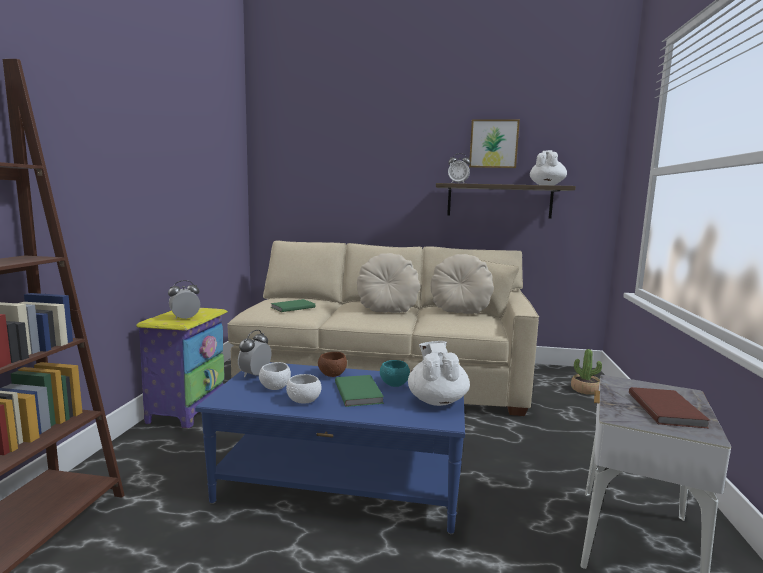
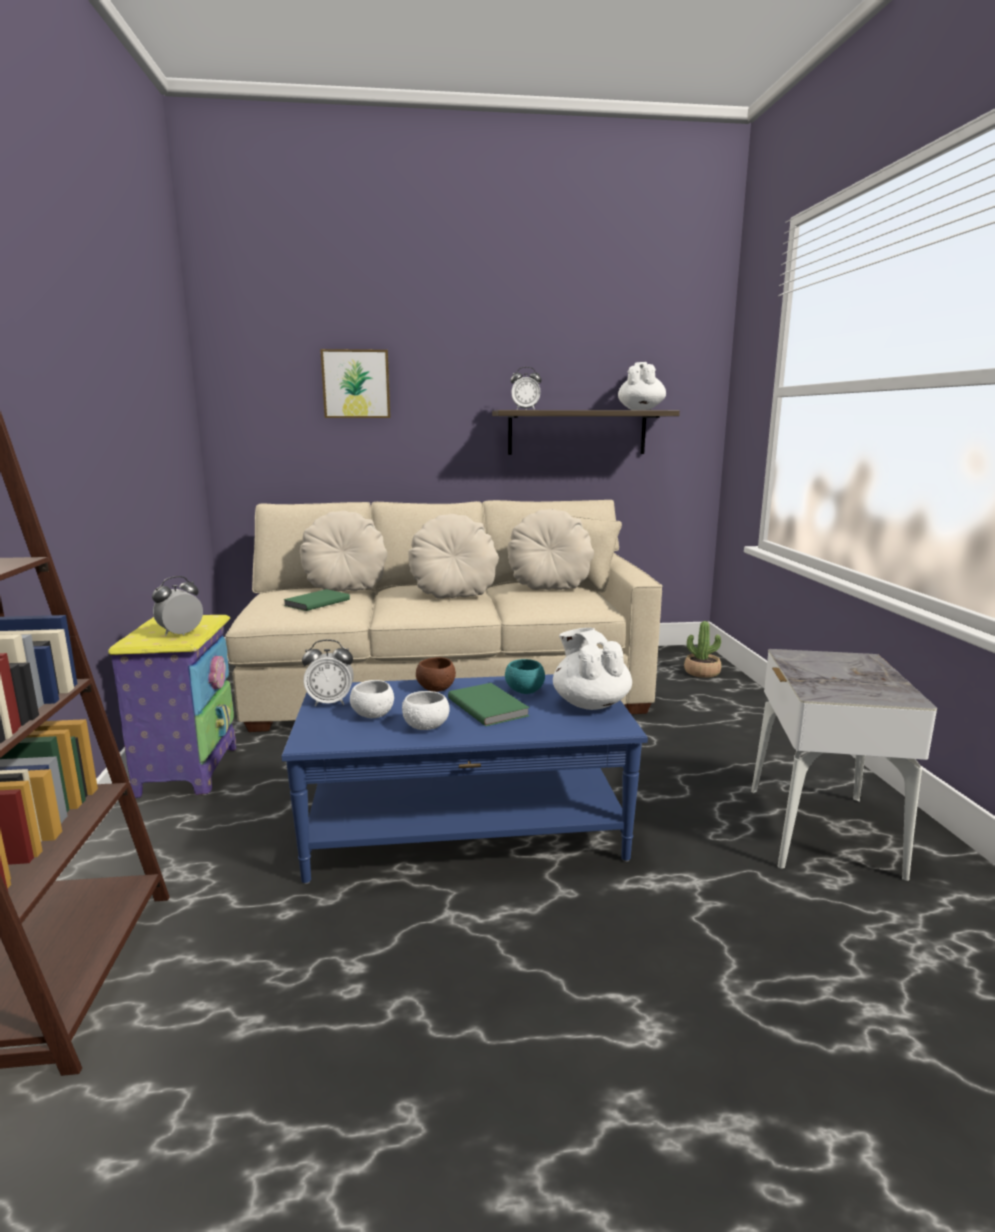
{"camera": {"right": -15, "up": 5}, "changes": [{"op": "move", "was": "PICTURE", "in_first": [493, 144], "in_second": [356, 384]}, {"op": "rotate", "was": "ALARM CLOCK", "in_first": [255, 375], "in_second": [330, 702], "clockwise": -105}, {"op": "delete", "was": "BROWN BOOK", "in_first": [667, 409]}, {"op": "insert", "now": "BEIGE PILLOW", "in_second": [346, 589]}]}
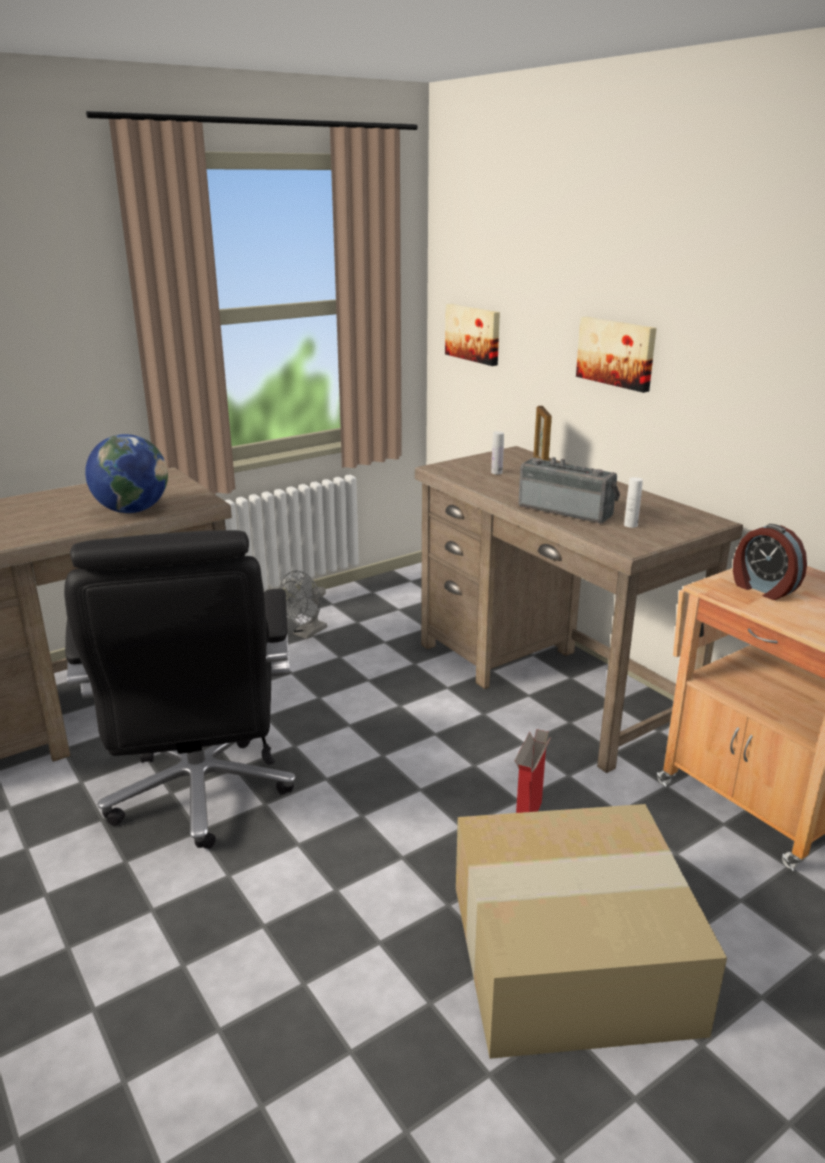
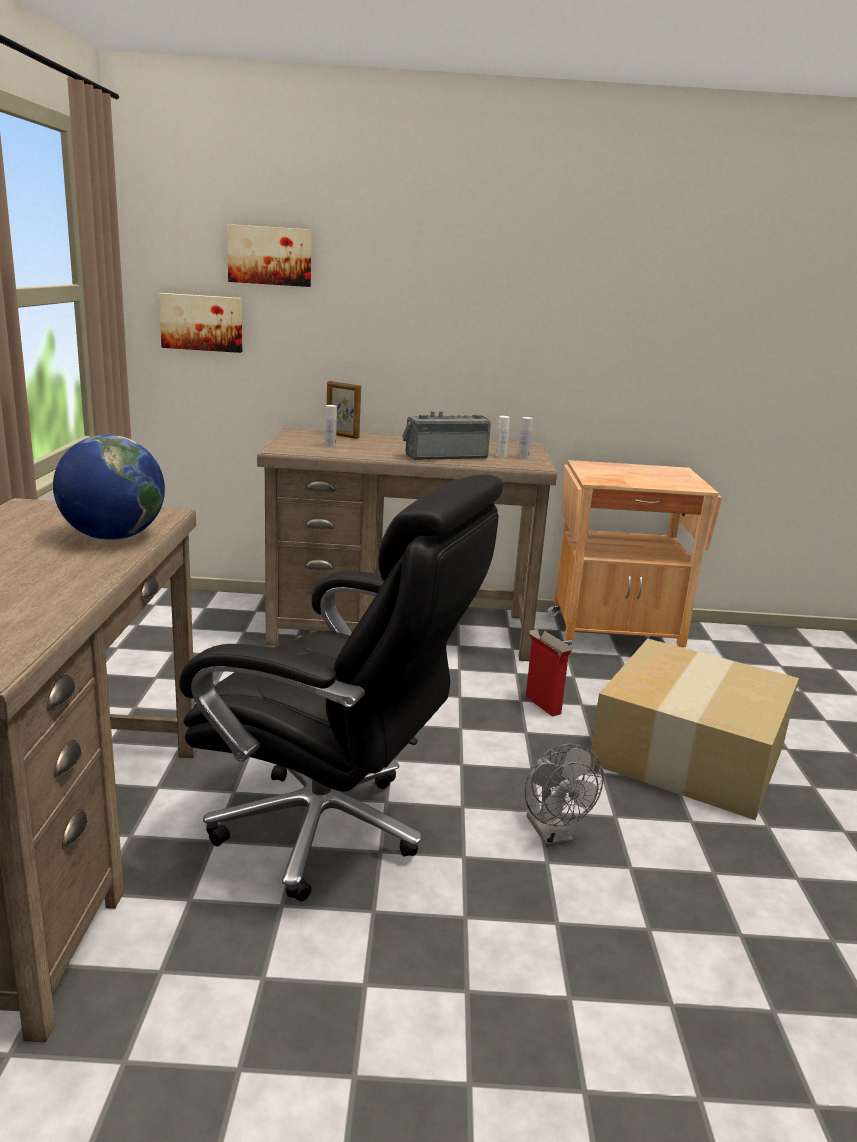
{"camera": {"right": -55, "up": -5}, "changes": [{"op": "move", "was": "PICTURE", "in_first": [617, 353], "in_second": [270, 255]}, {"op": "delete", "was": "ALARM CLOCK", "in_first": [763, 589]}, {"op": "move", "was": "GREY FAN", "in_first": [306, 633], "in_second": [553, 835]}, {"op": "insert", "now": "WHITE BOTTLE", "in_second": [523, 457]}]}
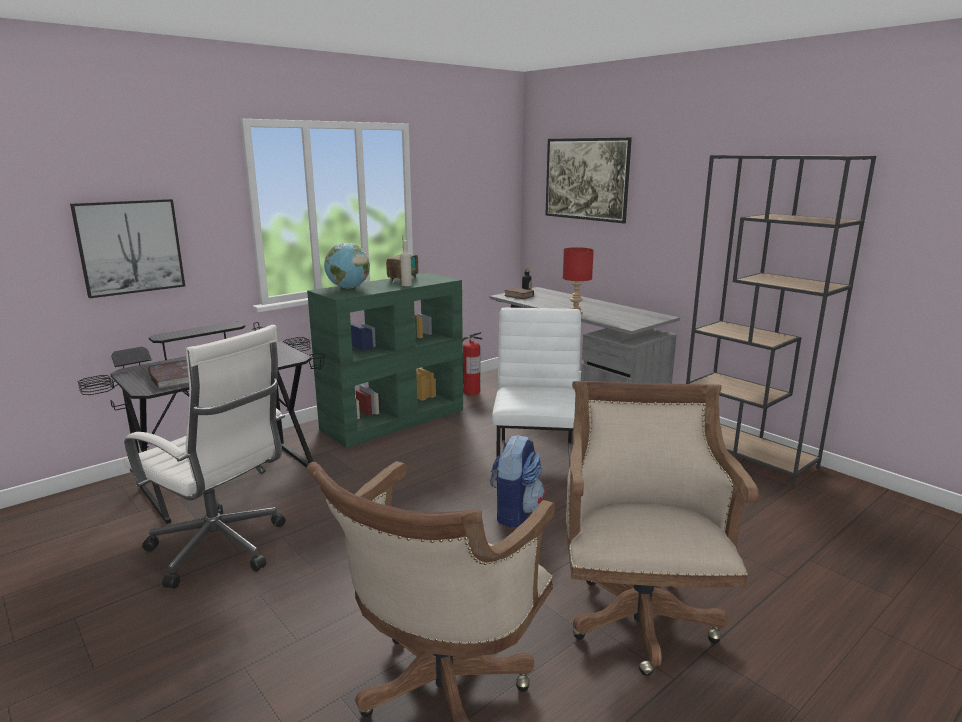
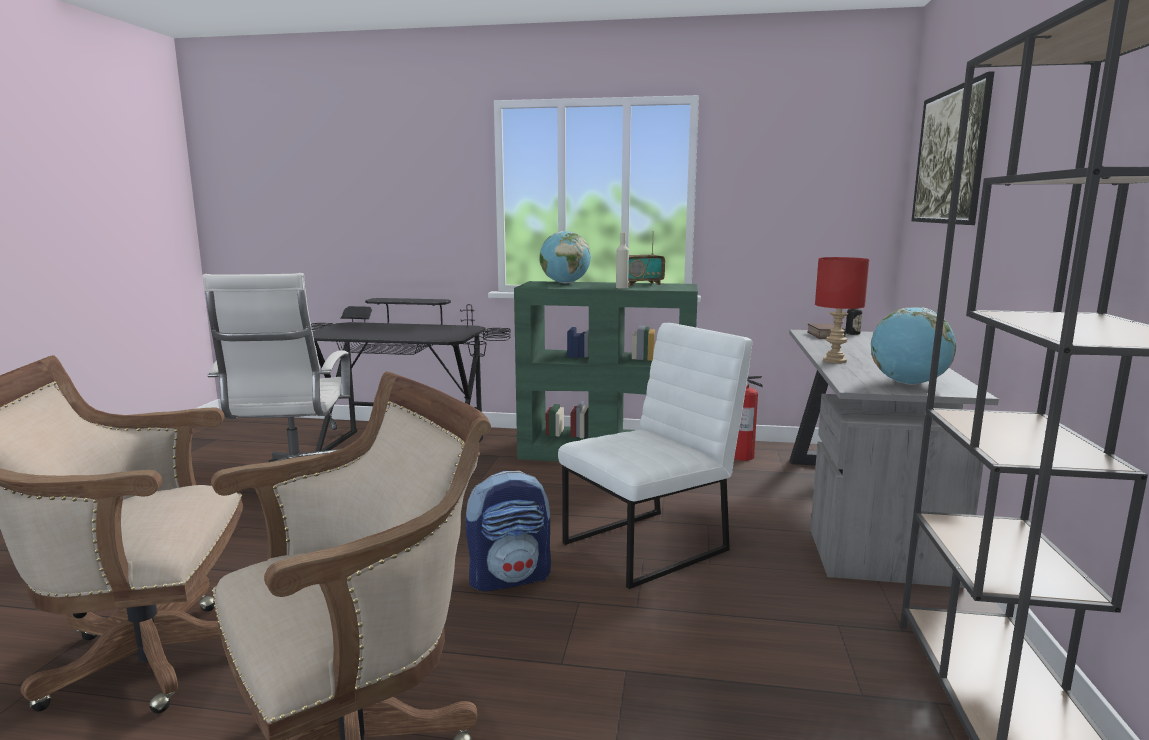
{"camera": {"right": 50, "up": -5}, "changes": [{"op": "delete", "was": "PICTURE", "in_first": [130, 247]}, {"op": "delete", "was": "BOOK", "in_first": [172, 377]}, {"op": "insert", "now": "GLOBE", "in_second": [908, 383]}]}
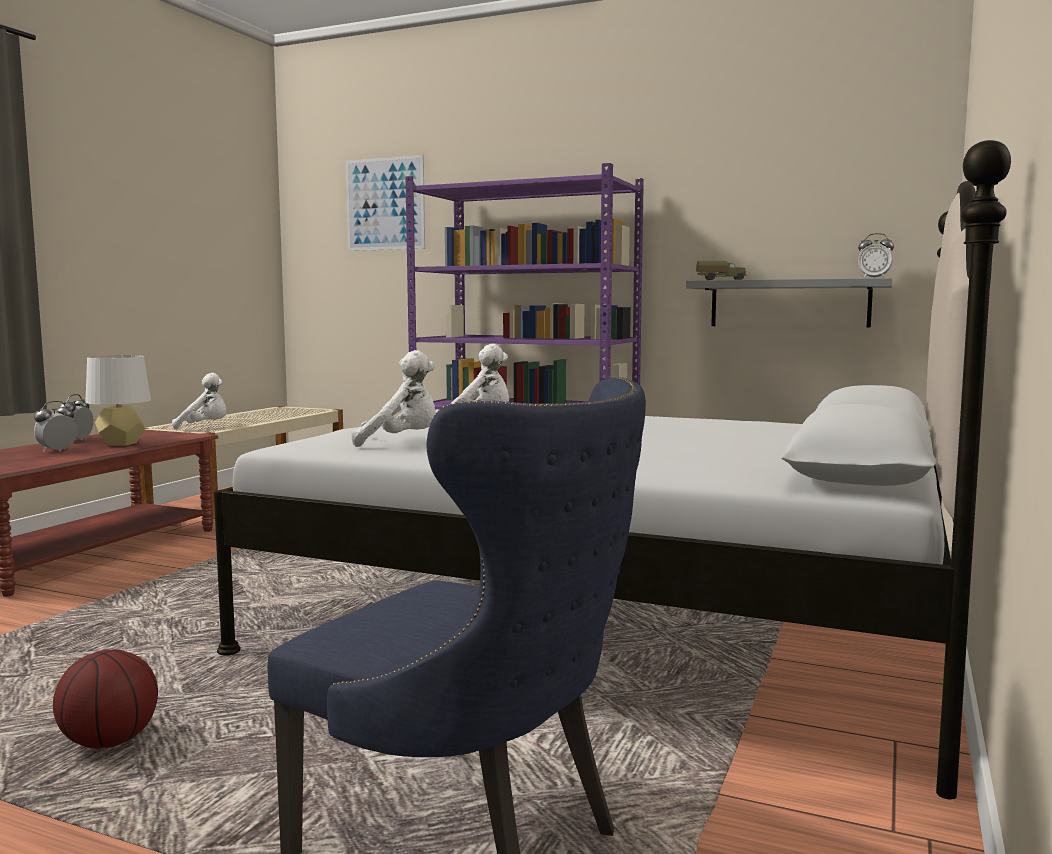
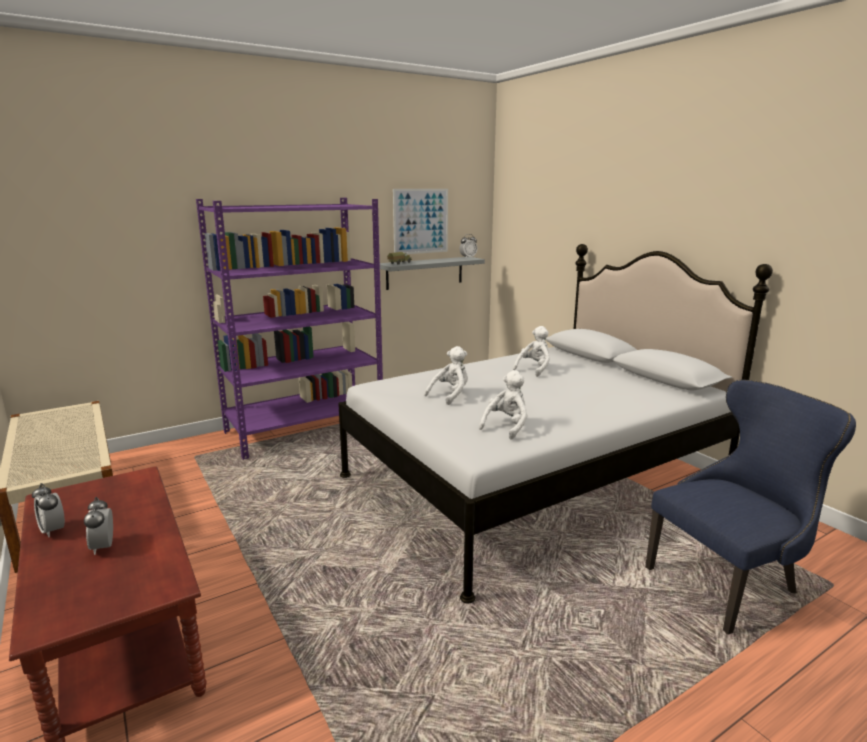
{"camera": {"right": -55, "up": 10}, "changes": [{"op": "move", "was": "PICTURE", "in_first": [385, 204], "in_second": [421, 221]}, {"op": "delete", "was": "WHITE TABLE LAMP", "in_first": [121, 444]}, {"op": "move", "was": "WHITE PLUSH TOY", "in_first": [206, 427], "in_second": [534, 369]}, {"op": "delete", "was": "BASKETBALL", "in_first": [110, 742]}]}
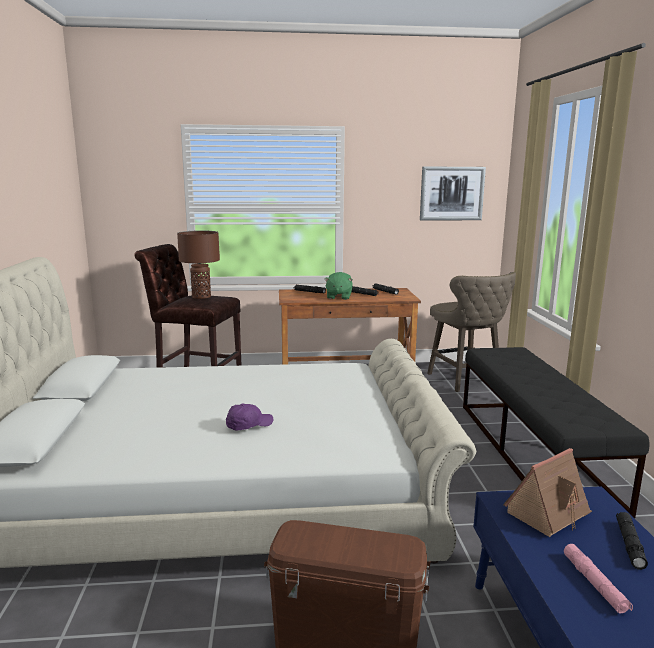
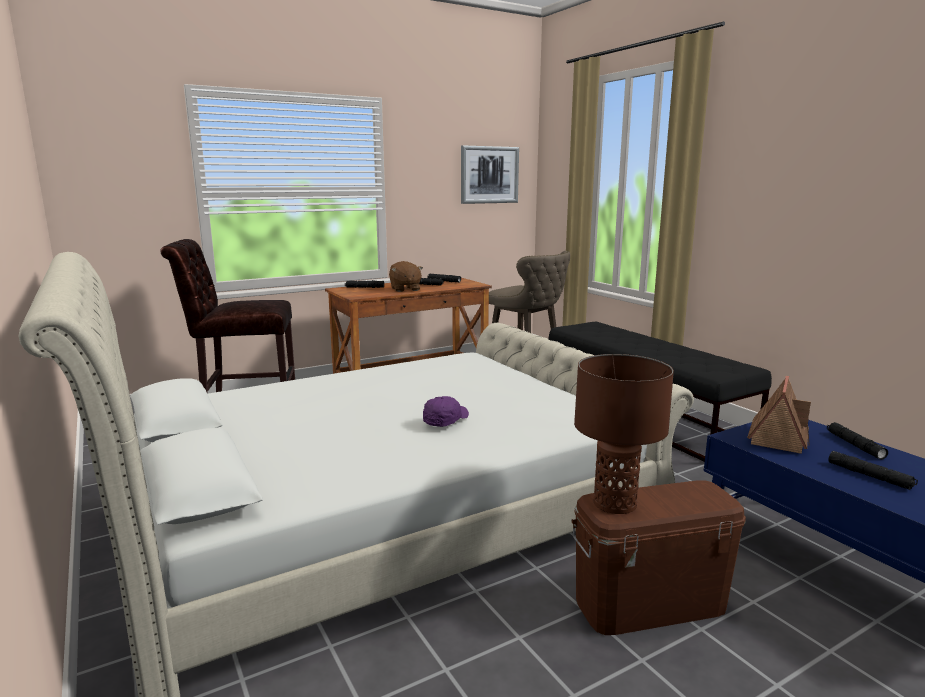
{"camera": {"right": -25, "up": 0}, "changes": [{"op": "move", "was": "BROWN TABLE LAMP", "in_first": [202, 296], "in_second": [615, 503]}, {"op": "recolor", "was": "GREEN PLUSH TOY", "now": "BROWN PLUSH TOY", "in_first": [338, 297], "in_second": [405, 289]}, {"op": "recolor", "was": "PINK FLASHLIGHT", "now": "BLACK FLASHLIGHT", "in_first": [594, 584], "in_second": [869, 476]}]}
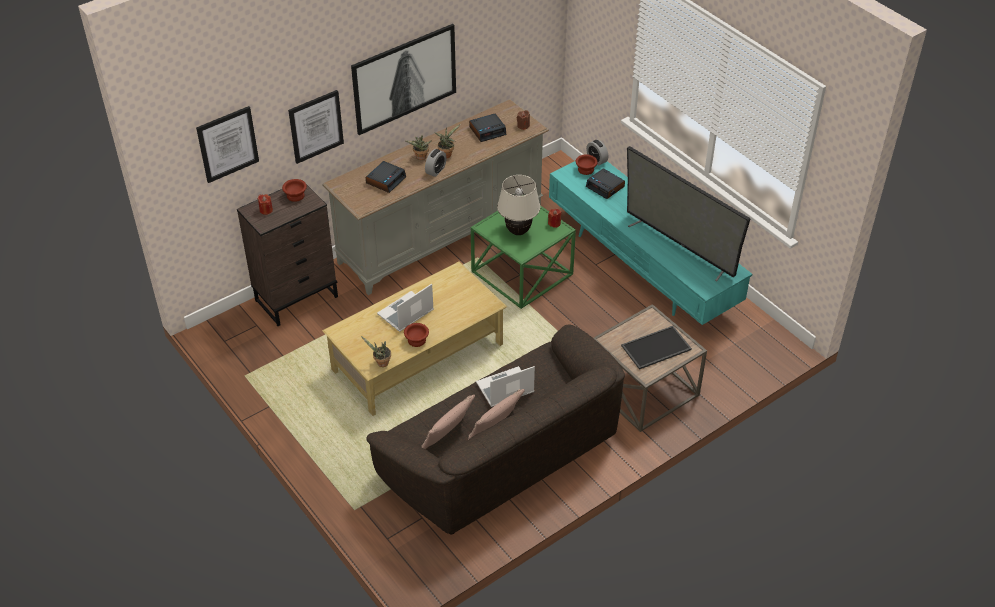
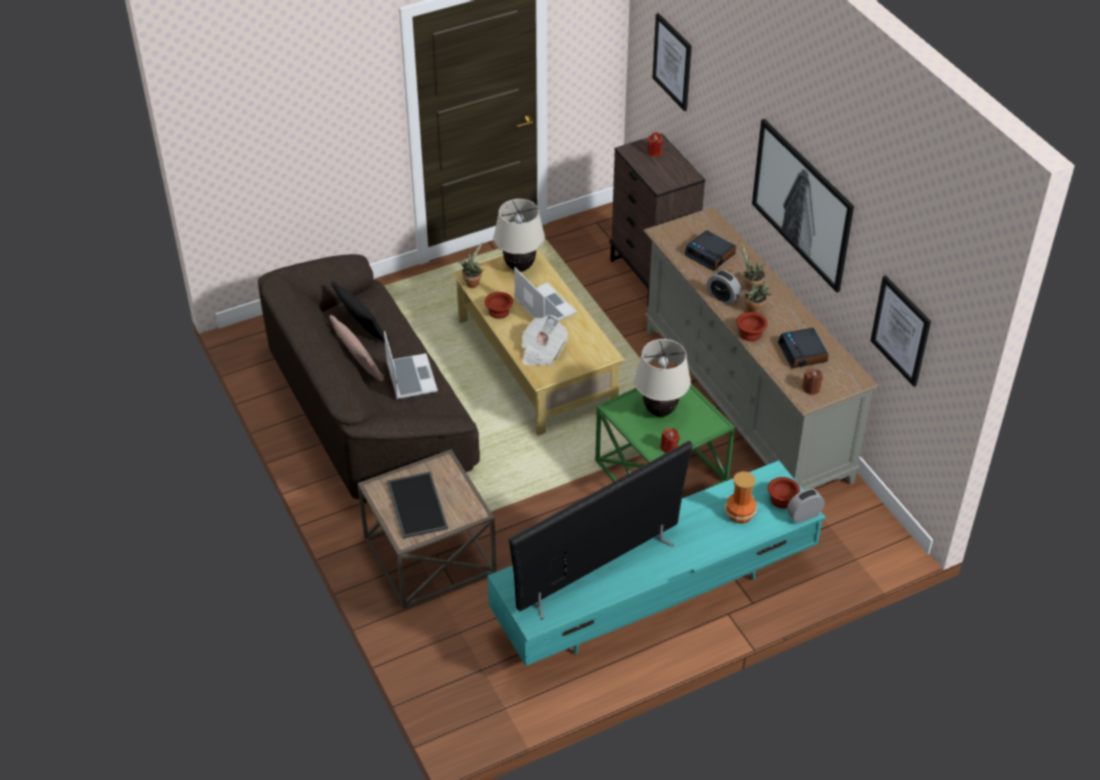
{"camera": {"right": 100, "up": 0}, "changes": [{"op": "move", "was": "PICTURE", "in_first": [316, 126], "in_second": [901, 330]}, {"op": "replace", "was": "ALARM CLOCK", "now": "VASE", "in_first": [605, 187], "in_second": [740, 514]}, {"op": "move", "was": "BROWN BOWL", "in_first": [295, 196], "in_second": [749, 333]}, {"op": "recolor", "was": "BEIGE PILLOW", "now": "BLACK PILLOW", "in_first": [448, 435], "in_second": [361, 328]}, {"op": "insert", "now": "BEIGE TABLE LAMP", "in_second": [519, 267]}, {"op": "insert", "now": "NEWSPAPER", "in_second": [542, 351]}]}
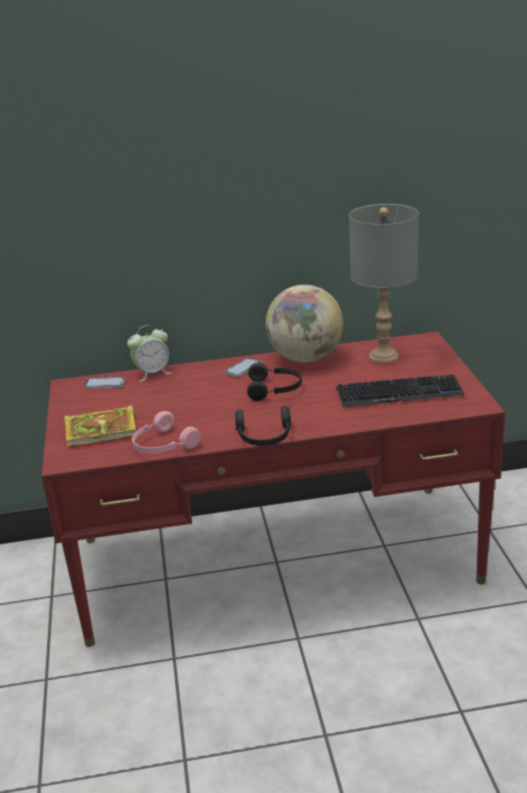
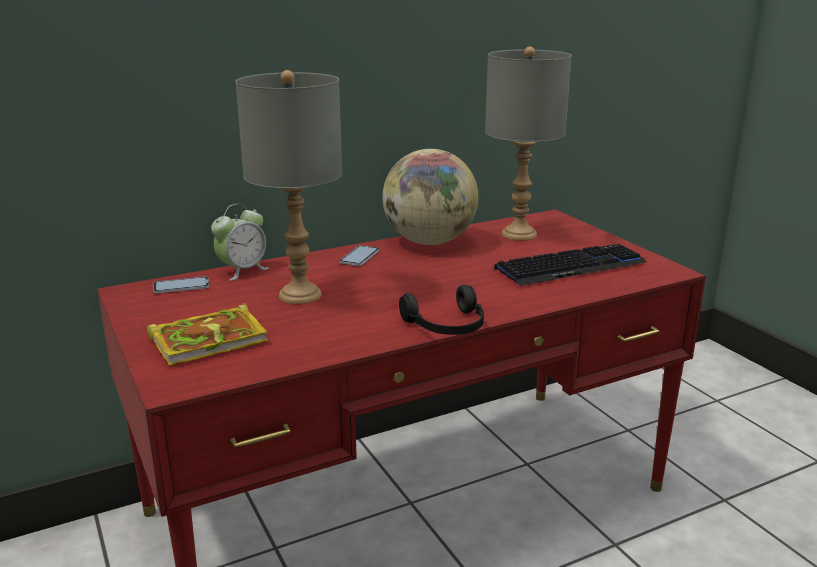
{"camera": {"right": -20, "up": -5}, "changes": [{"op": "delete", "was": "BLACK HEADPHONES", "in_first": [275, 389]}, {"op": "delete", "was": "PINK HEADPHONES", "in_first": [162, 445]}, {"op": "insert", "now": "GREY TABLE LAMP", "in_second": [299, 295]}]}
